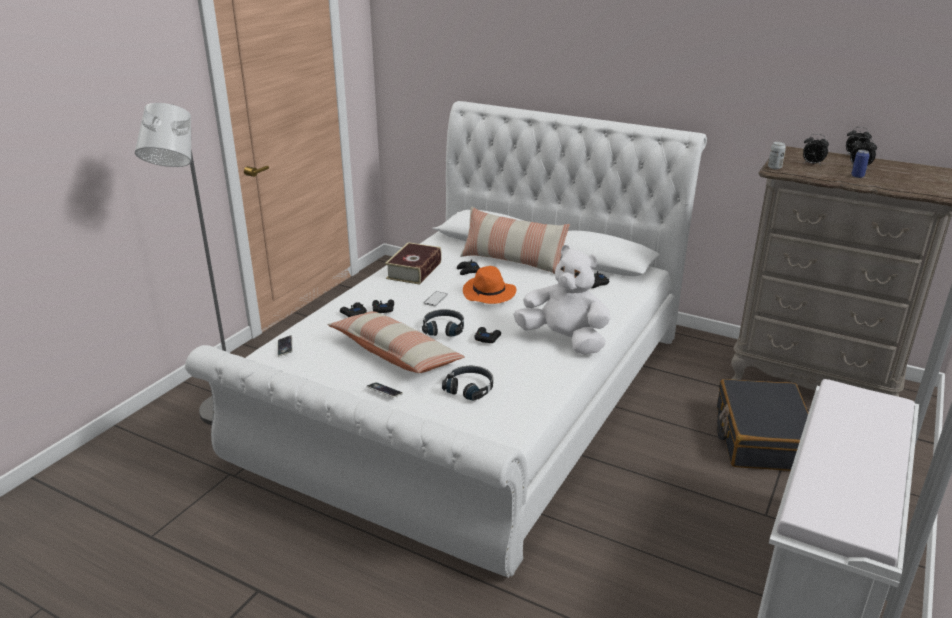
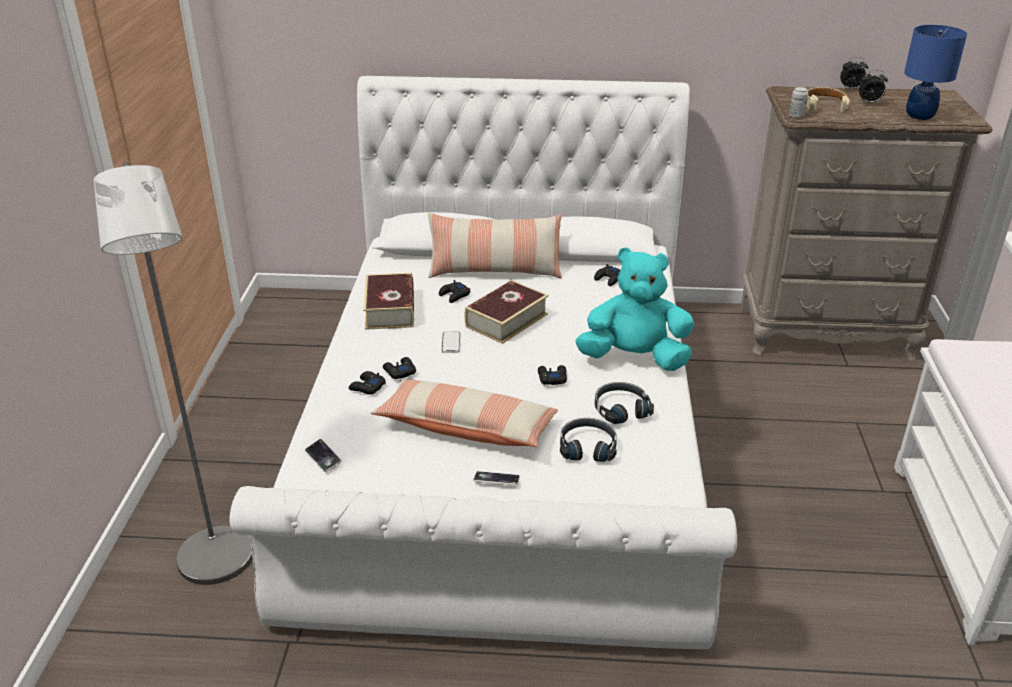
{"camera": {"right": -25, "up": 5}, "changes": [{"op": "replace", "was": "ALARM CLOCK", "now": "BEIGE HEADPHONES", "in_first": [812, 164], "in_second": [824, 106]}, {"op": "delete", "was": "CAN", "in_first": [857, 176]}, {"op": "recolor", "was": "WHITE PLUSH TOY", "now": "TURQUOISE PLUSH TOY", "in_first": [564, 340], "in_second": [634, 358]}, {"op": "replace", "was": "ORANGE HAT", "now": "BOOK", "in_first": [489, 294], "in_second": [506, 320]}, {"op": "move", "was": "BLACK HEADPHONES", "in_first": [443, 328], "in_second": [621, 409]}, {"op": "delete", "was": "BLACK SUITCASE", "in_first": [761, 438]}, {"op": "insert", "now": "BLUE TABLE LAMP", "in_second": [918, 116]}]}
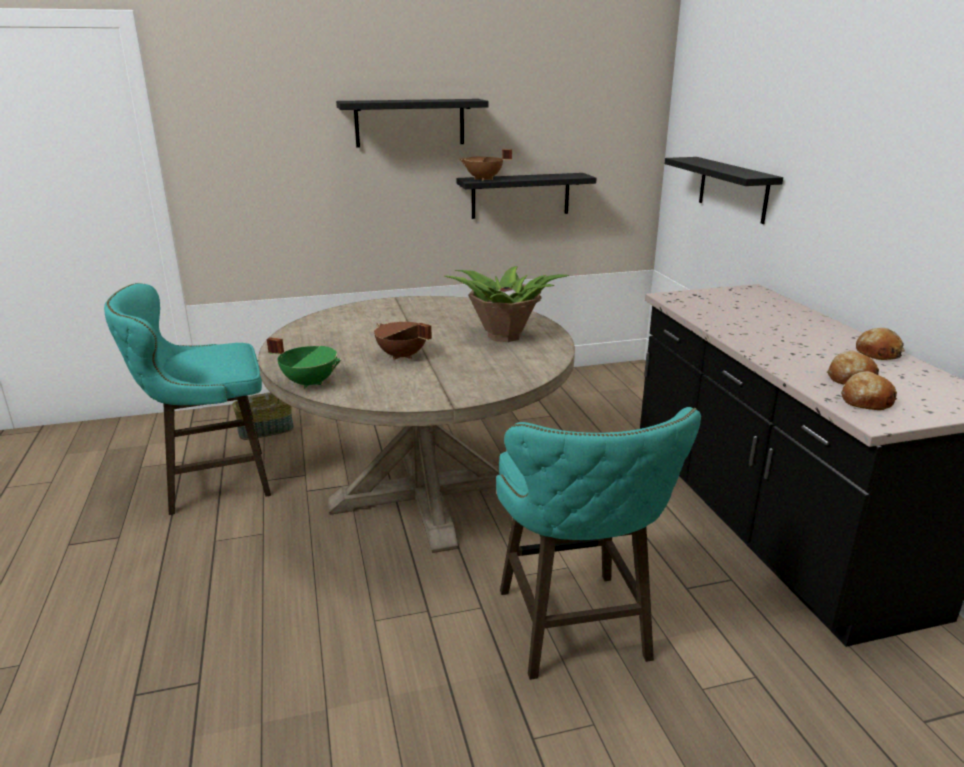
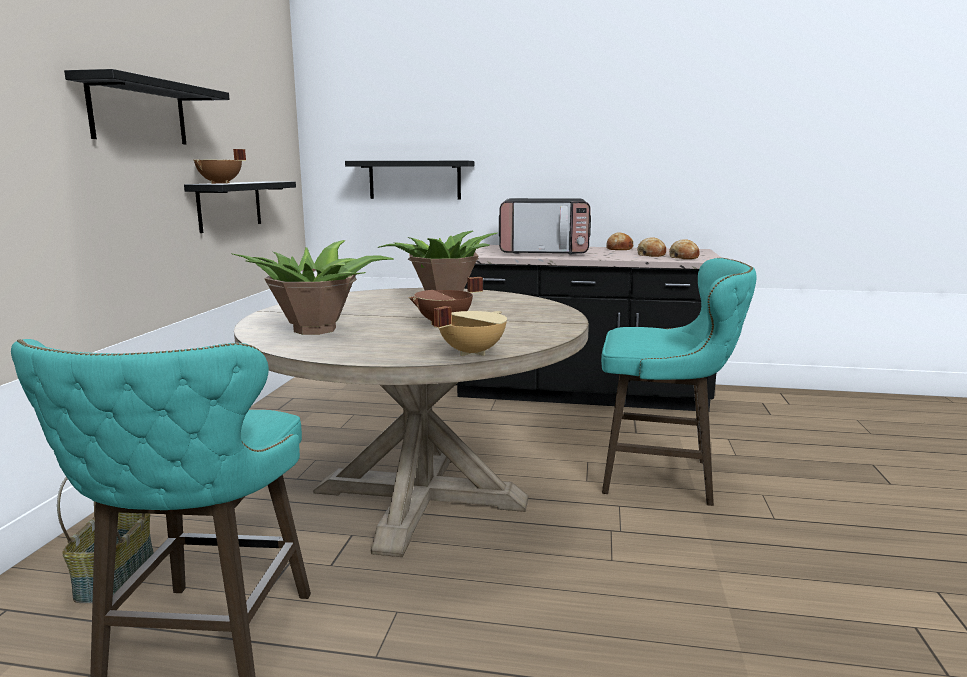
{"camera": {"right": -65, "up": -10}, "changes": [{"op": "recolor", "was": "GREEN COOKING POT", "now": "BEIGE COOKING POT", "in_first": [310, 382], "in_second": [470, 352]}, {"op": "insert", "now": "MICROWAVE", "in_second": [544, 251]}, {"op": "insert", "now": "POTTED PLANT", "in_second": [317, 329]}]}
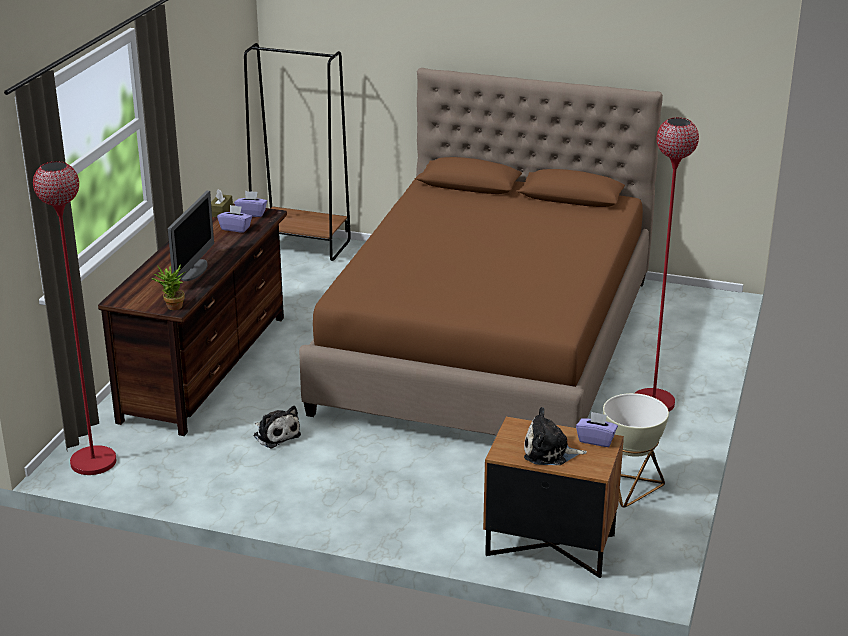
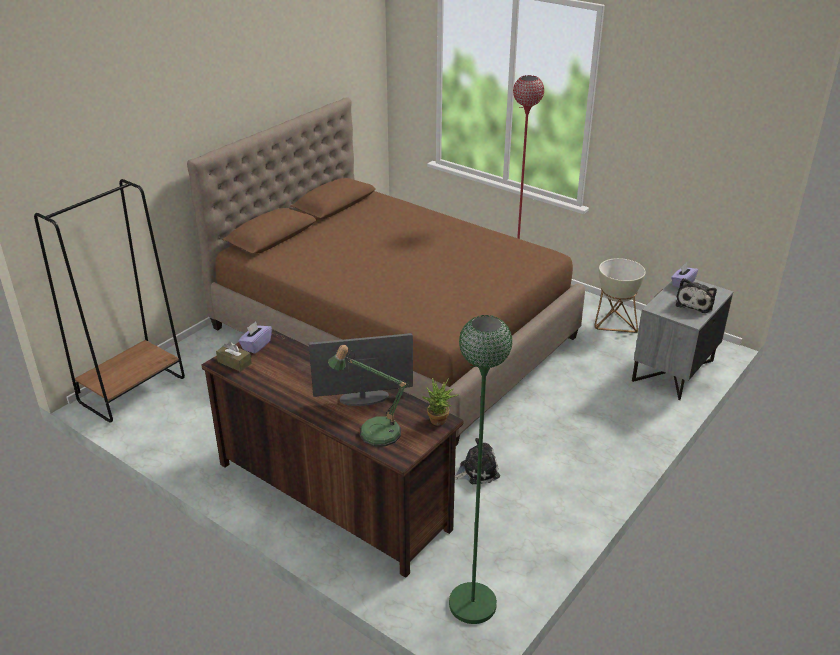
{"camera": {"right": -70, "up": 5}, "changes": [{"op": "recolor", "was": "RED FLOOR LAMP", "now": "GREEN FLOOR LAMP", "in_first": [93, 462], "in_second": [472, 605]}, {"op": "rotate", "was": "MONITOR", "in_first": [194, 270], "in_second": [363, 398], "clockwise": -45}, {"op": "delete", "was": "PURPLE TISSUE BOX", "in_first": [235, 228]}, {"op": "recolor", "was": "BROWN NIGHTSTAND", "now": "GREY NIGHTSTAND", "in_first": [549, 546], "in_second": [674, 371]}, {"op": "insert", "now": "TABLE LAMP", "in_second": [373, 430]}]}
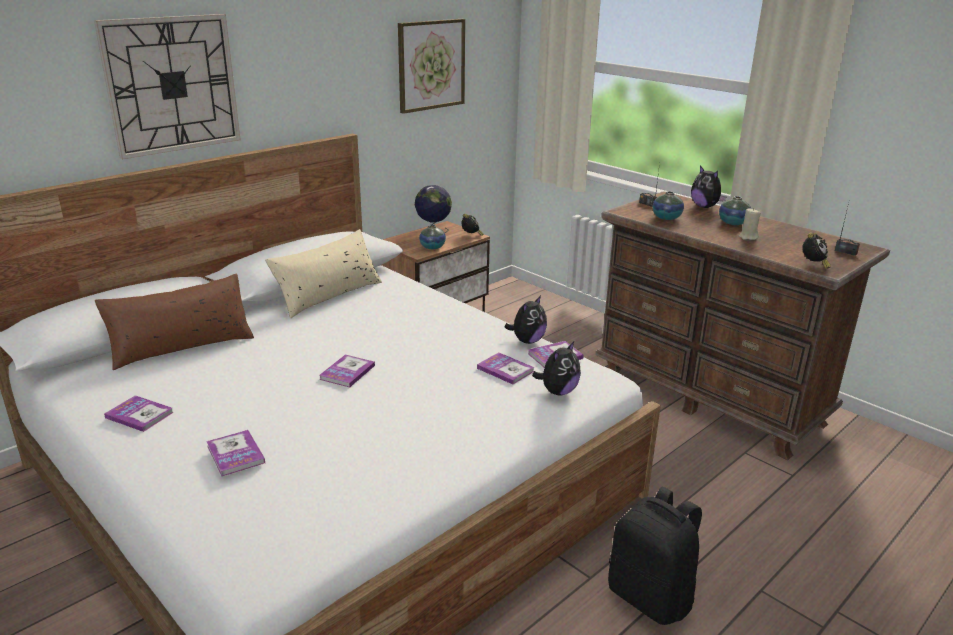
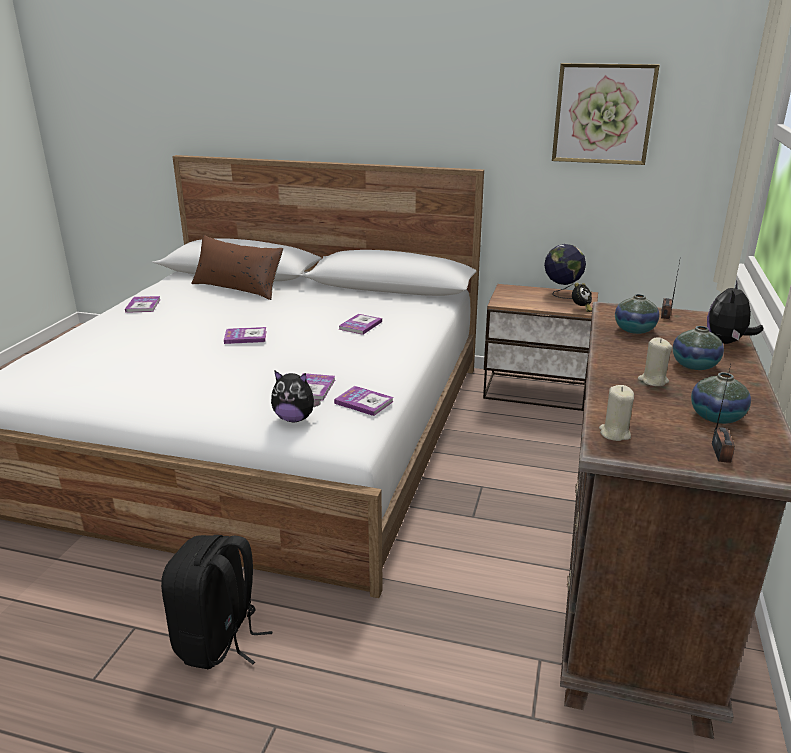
{"camera": {"right": 60, "up": 0}, "changes": [{"op": "delete", "was": "WALL CLOCK", "in_first": [172, 84]}, {"op": "move", "was": "VASE", "in_first": [432, 247], "in_second": [716, 417]}, {"op": "delete", "was": "BEIGE PILLOW", "in_first": [328, 295]}, {"op": "replace", "was": "ALARM CLOCK", "now": "BEIGE CANDLE", "in_first": [813, 265], "in_second": [614, 433]}, {"op": "delete", "was": "PLUSH TOY", "in_first": [527, 341]}, {"op": "move", "was": "BOOK", "in_first": [235, 454], "in_second": [360, 325]}]}
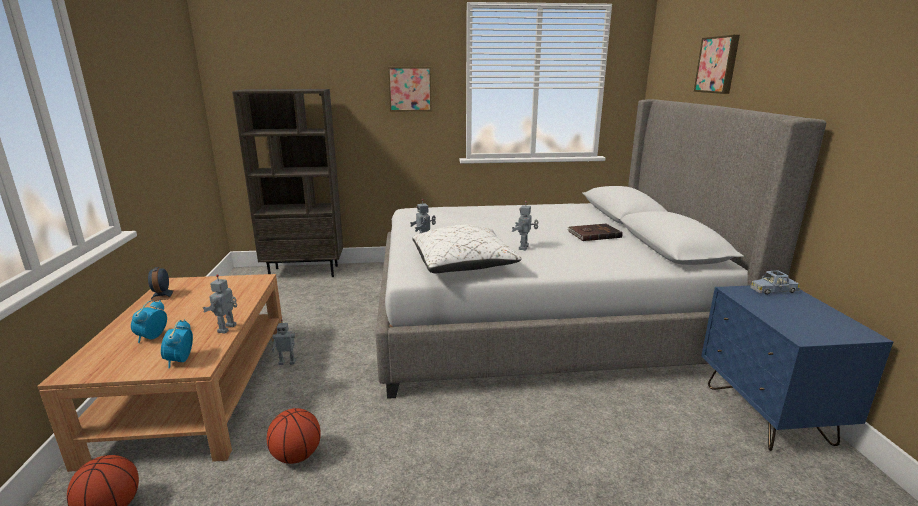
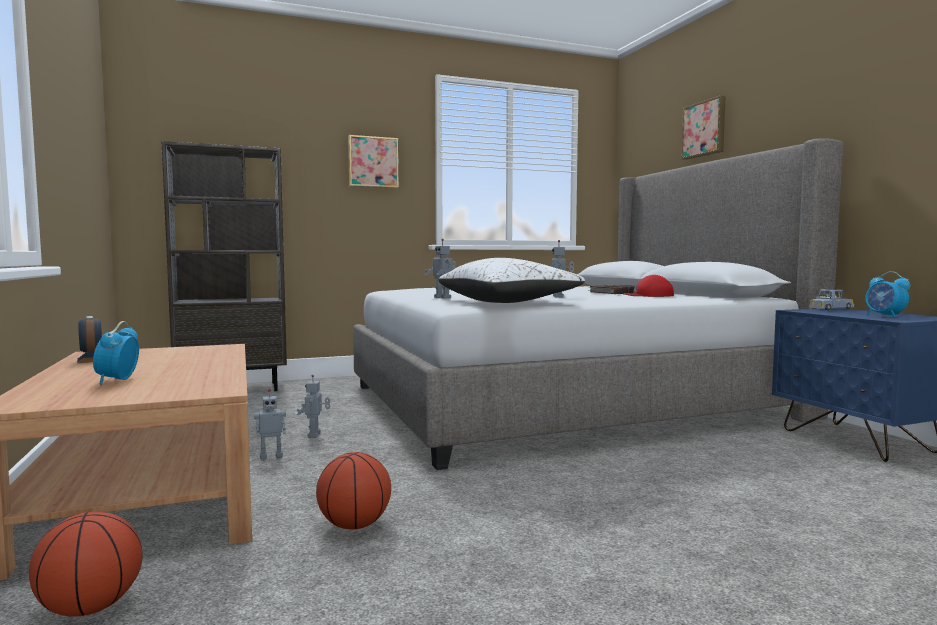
{"camera": {"right": -15, "up": -15}, "changes": [{"op": "move", "was": "TOY ROBOT", "in_first": [228, 329], "in_second": [315, 435]}, {"op": "move", "was": "ALARM CLOCK", "in_first": [180, 361], "in_second": [885, 316]}, {"op": "insert", "now": "RED CAP", "in_second": [649, 295]}]}
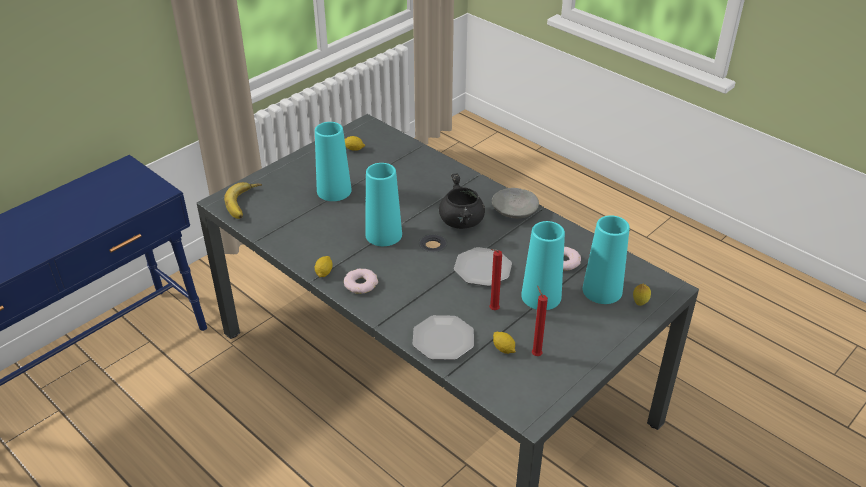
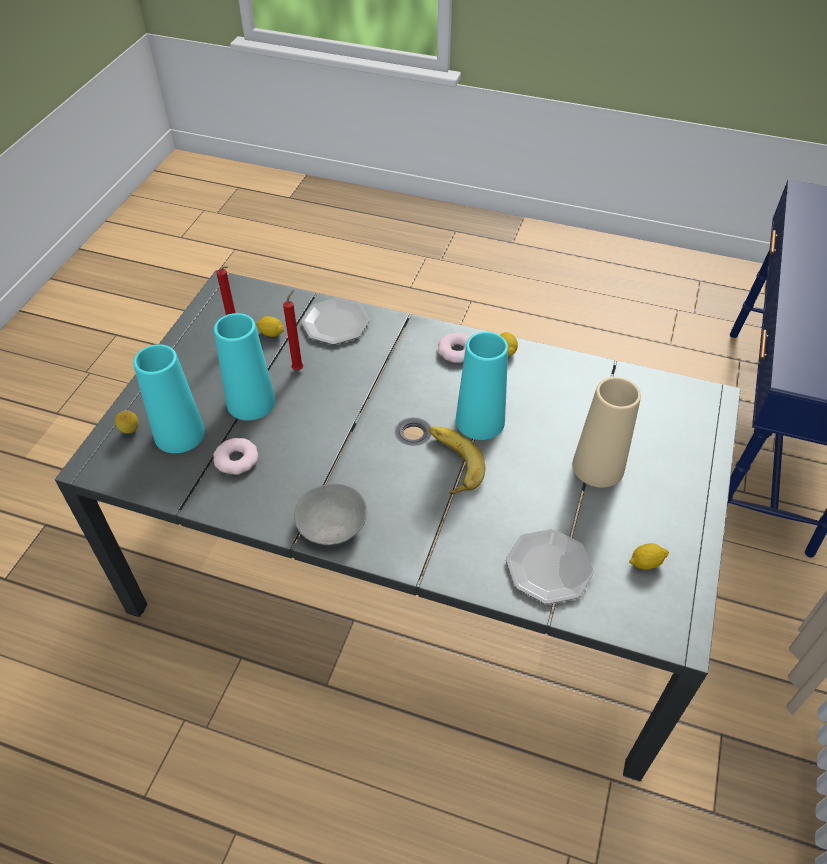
{"camera": {"right": 155, "up": 10}, "changes": [{"op": "recolor", "was": "TURQUOISE VASE", "now": "BEIGE VASE", "in_first": [334, 191], "in_second": [598, 467]}, {"op": "delete", "was": "BLACK COOKING POT", "in_first": [462, 222]}, {"op": "move", "was": "BANANA", "in_first": [245, 203], "in_second": [449, 463]}, {"op": "move", "was": "PLATE", "in_first": [483, 269], "in_second": [548, 567]}]}
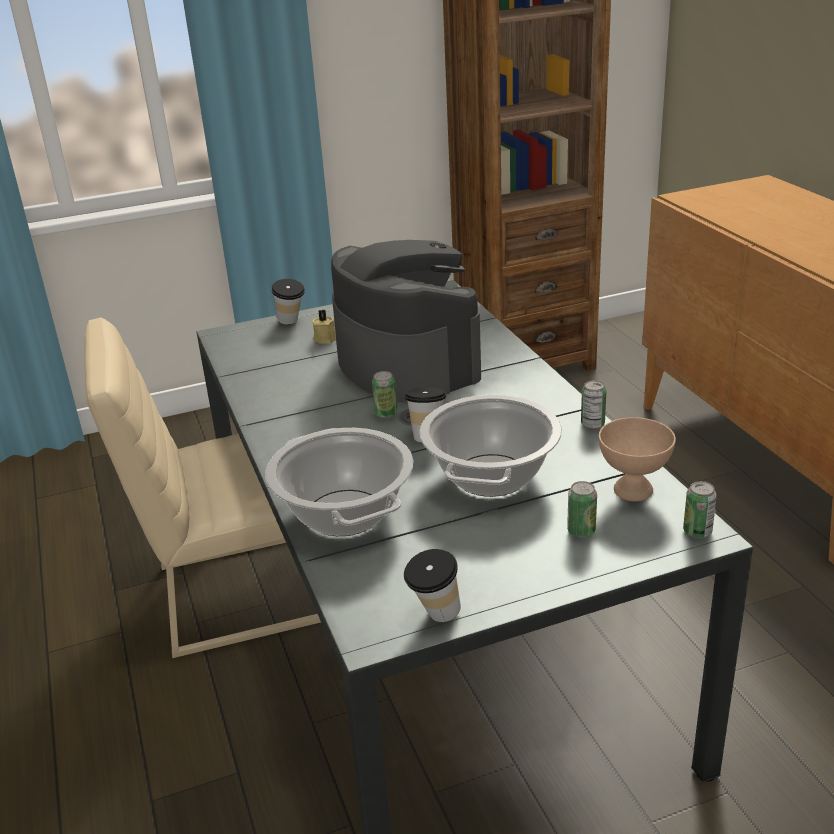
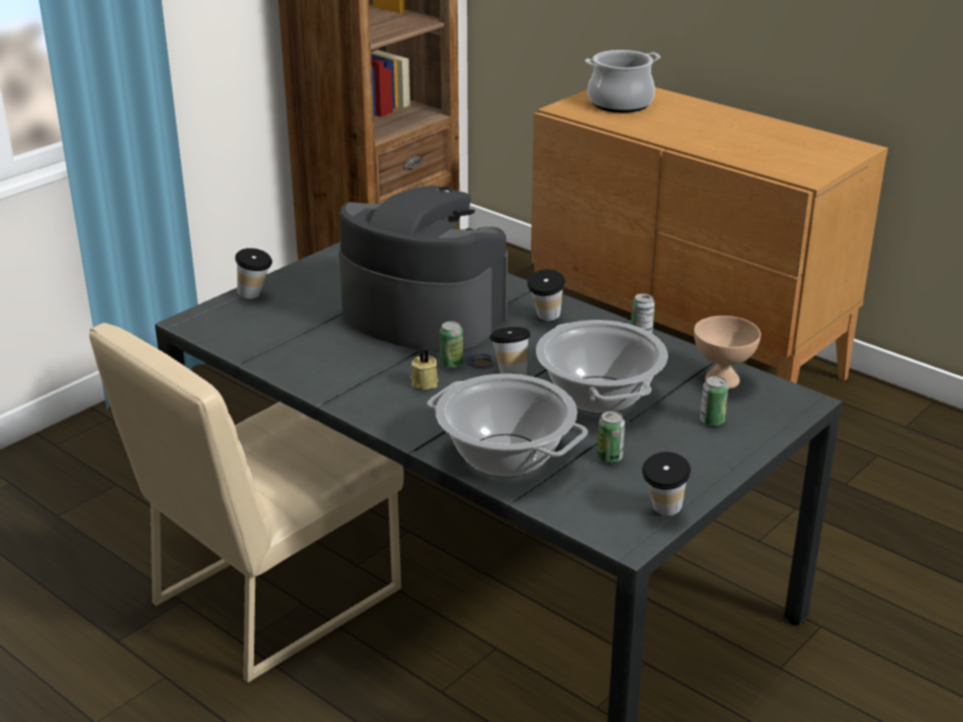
{"camera": {"right": -30, "up": 0}, "changes": [{"op": "move", "was": "BEIGE CANDLE", "in_first": [325, 338], "in_second": [424, 382]}, {"op": "move", "was": "CAN", "in_first": [697, 531], "in_second": [609, 457]}, {"op": "insert", "now": "COOKING POT", "in_second": [620, 104]}, {"op": "insert", "now": "CUP", "in_second": [545, 319]}]}
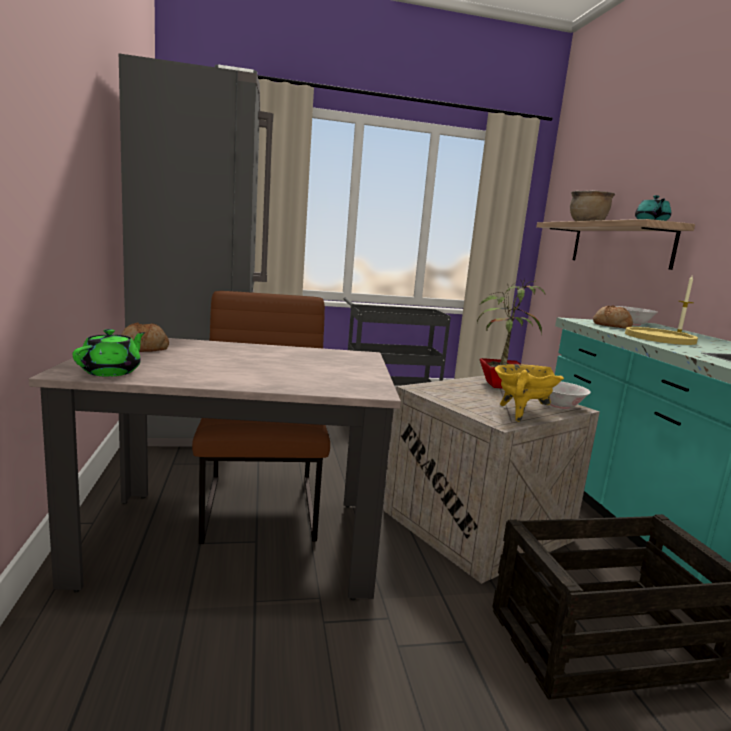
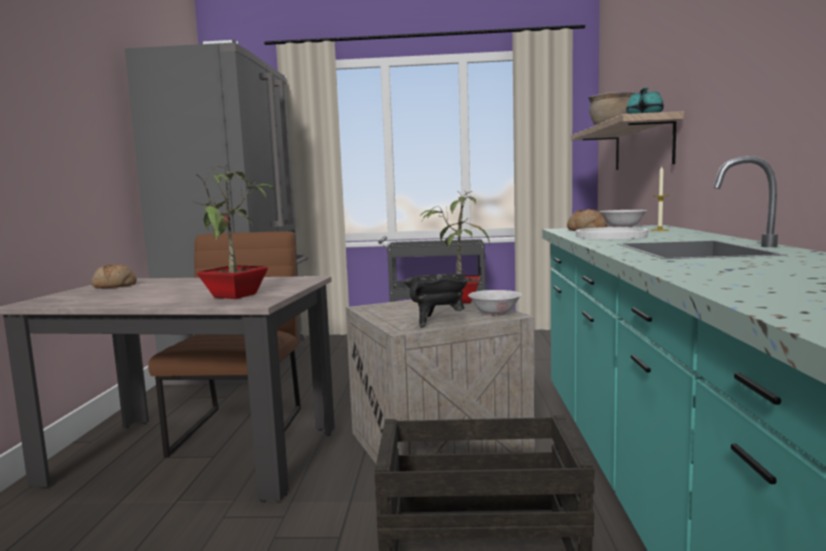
{"camera": {"right": 15, "up": -5}, "changes": [{"op": "recolor", "was": "YELLOW PLATE", "now": "WHITE PLATE", "in_first": [659, 338], "in_second": [611, 235]}, {"op": "delete", "was": "GREEN TEAPOT", "in_first": [112, 372]}, {"op": "recolor", "was": "YELLOW COOKING POT", "now": "BLACK COOKING POT", "in_first": [520, 413], "in_second": [437, 321]}, {"op": "insert", "now": "POTTED PLANT", "in_second": [237, 296]}]}
